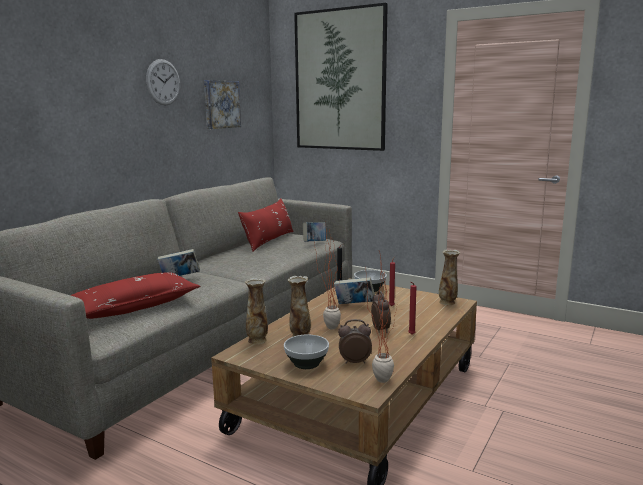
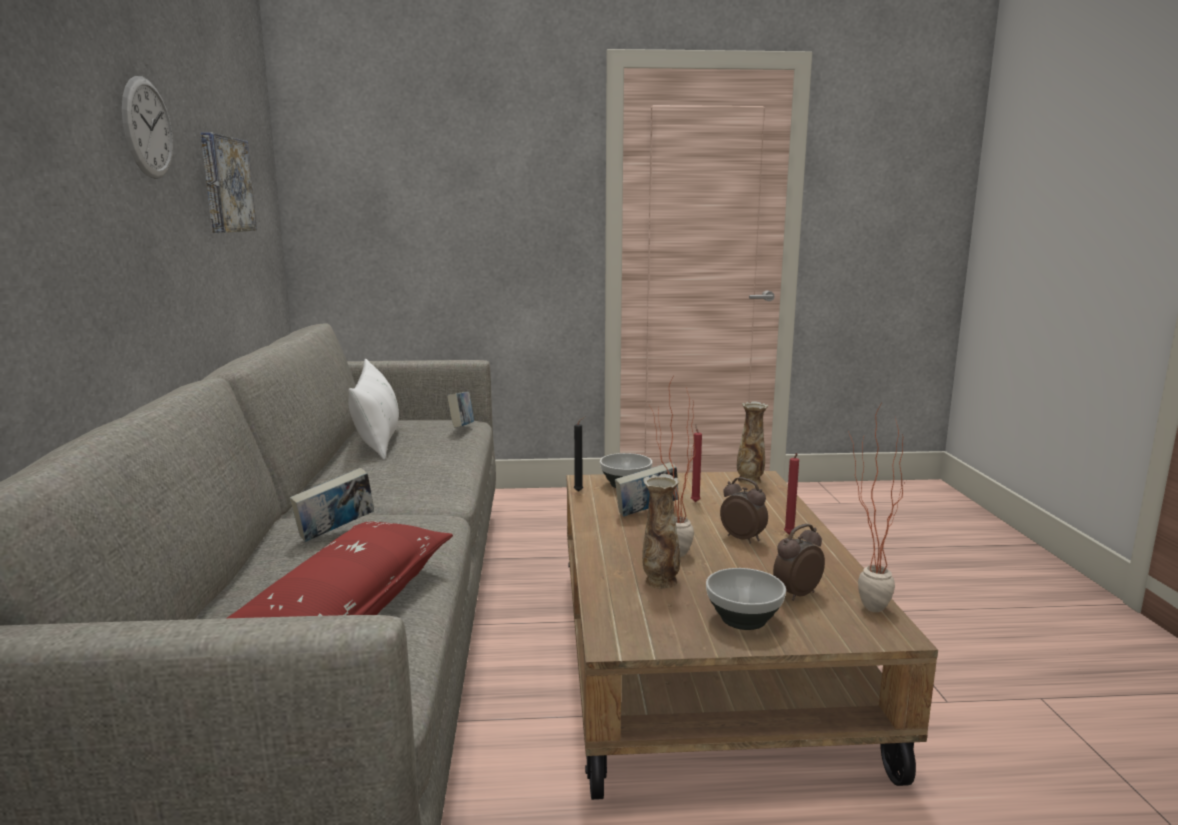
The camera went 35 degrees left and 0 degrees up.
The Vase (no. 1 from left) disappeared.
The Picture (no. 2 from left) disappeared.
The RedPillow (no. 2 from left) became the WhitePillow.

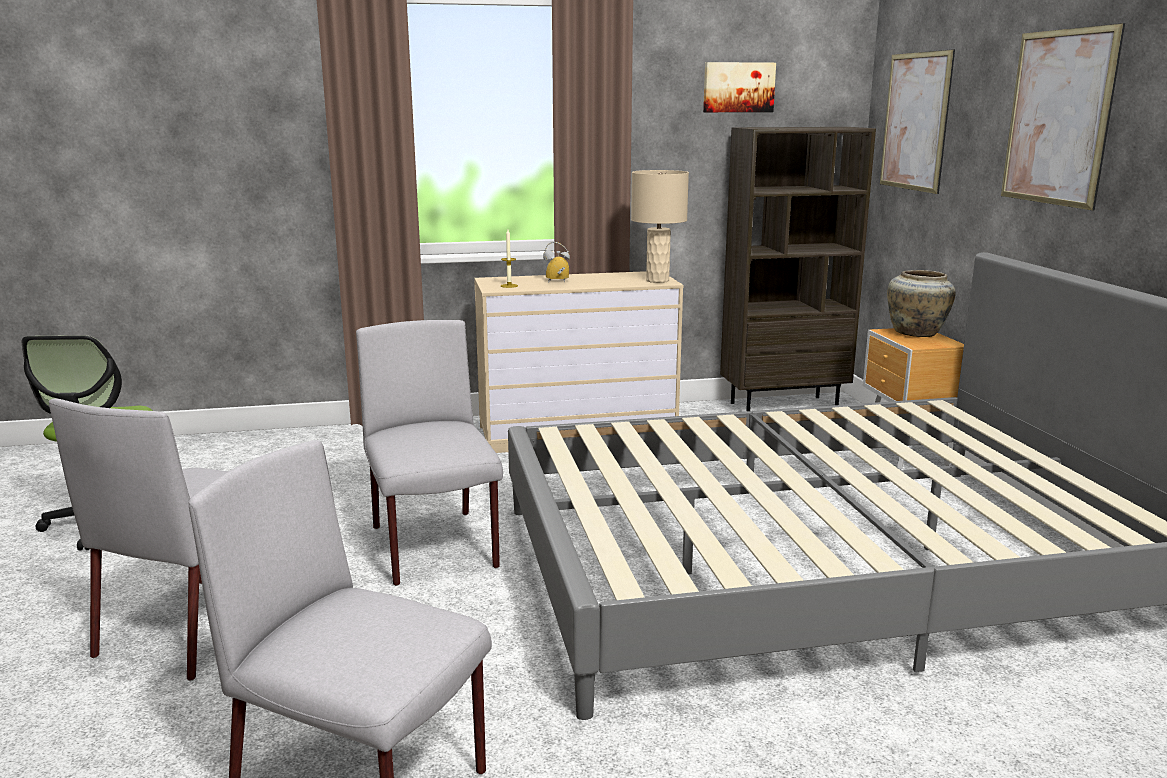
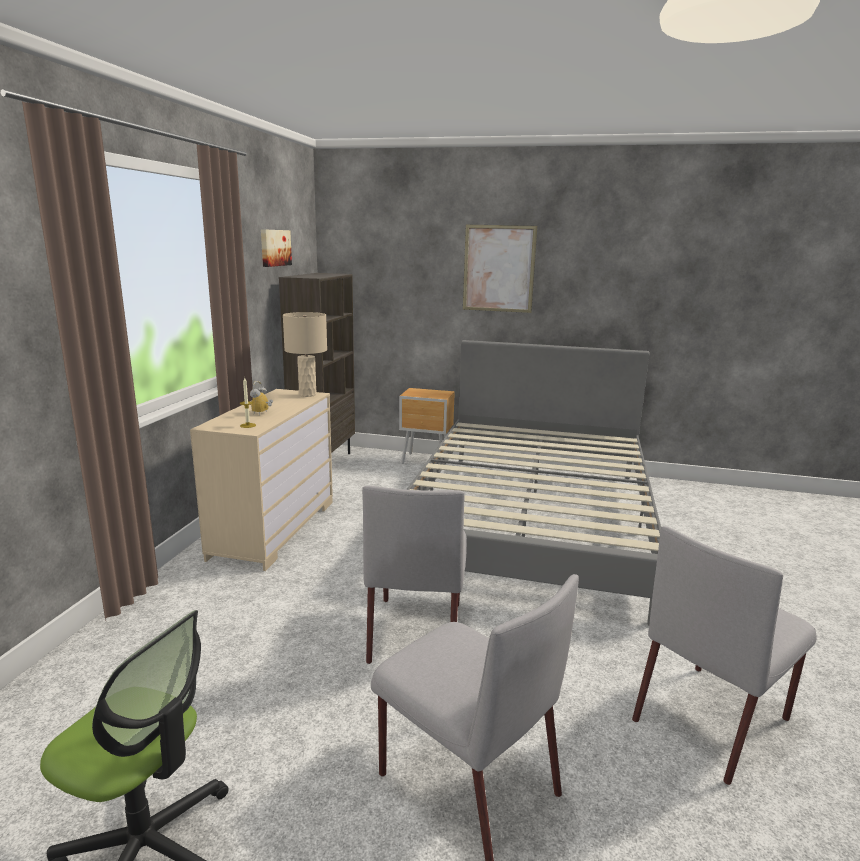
The camera went 65 degrees left and 0 degrees up.
The Picture (no. 2 from left) disappeared.
The BeigeVase disappeared.
The GreyChair (no. 3 from left in the first image) turned 90 degrees counterclockwise.

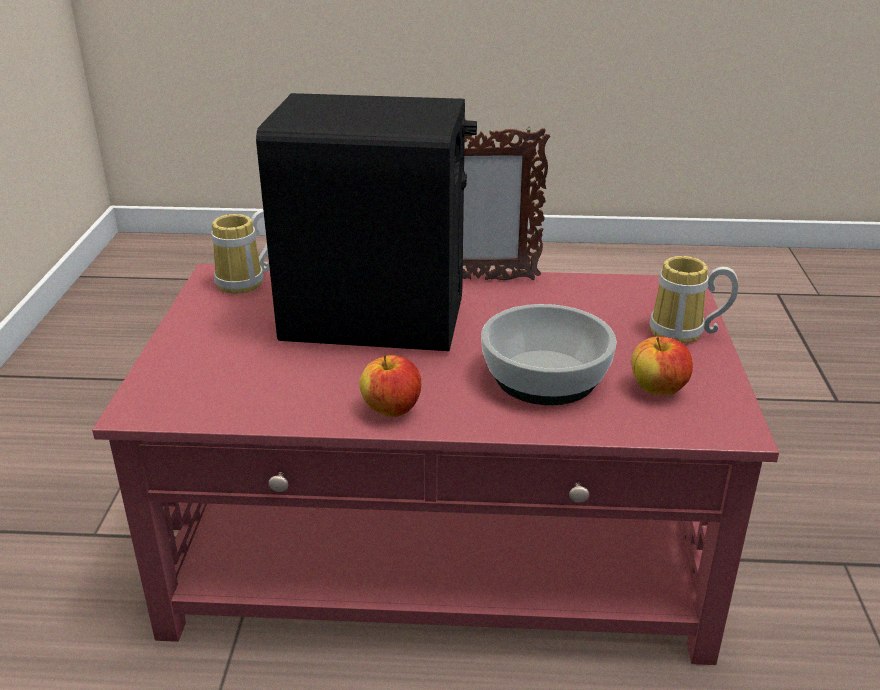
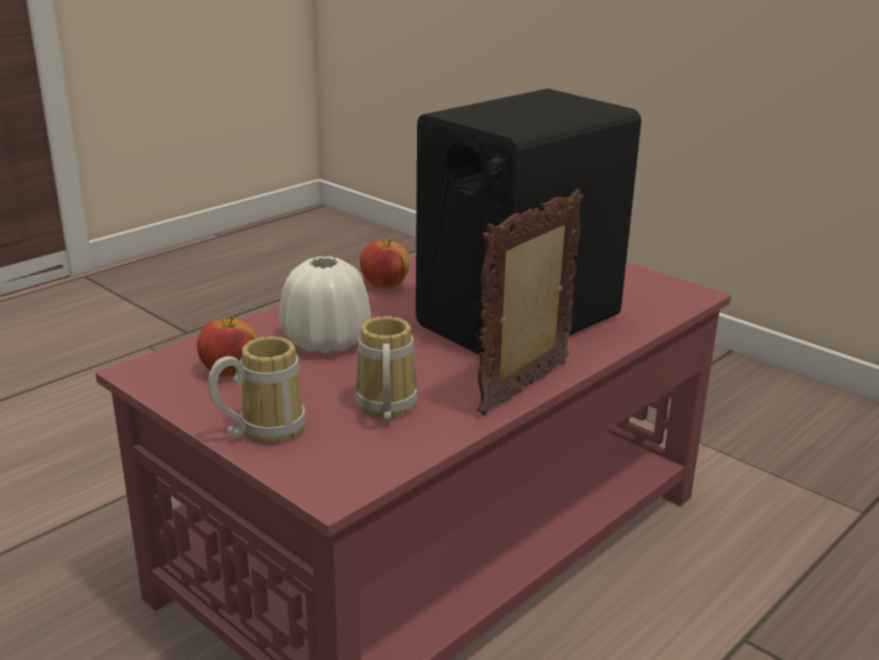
The camera went 130 degrees right and 5 degrees down.
The Mug (no. 1 from left in the first image) moved.
The Bowl was replaced by the WhiteVase.

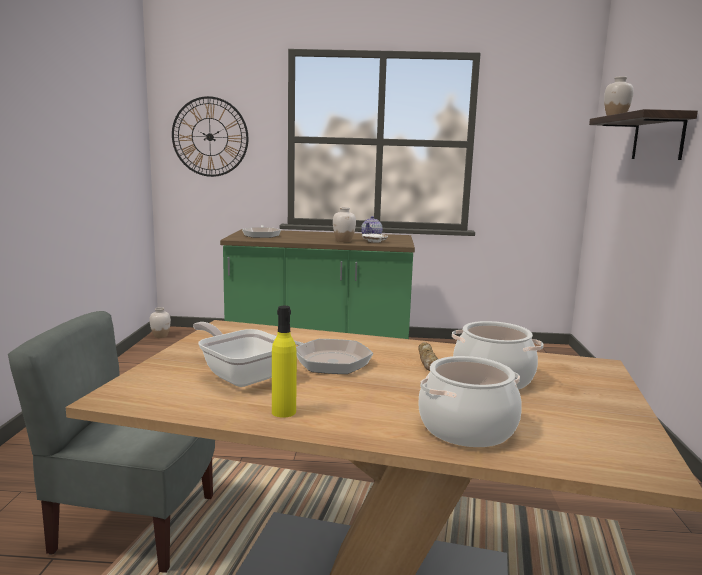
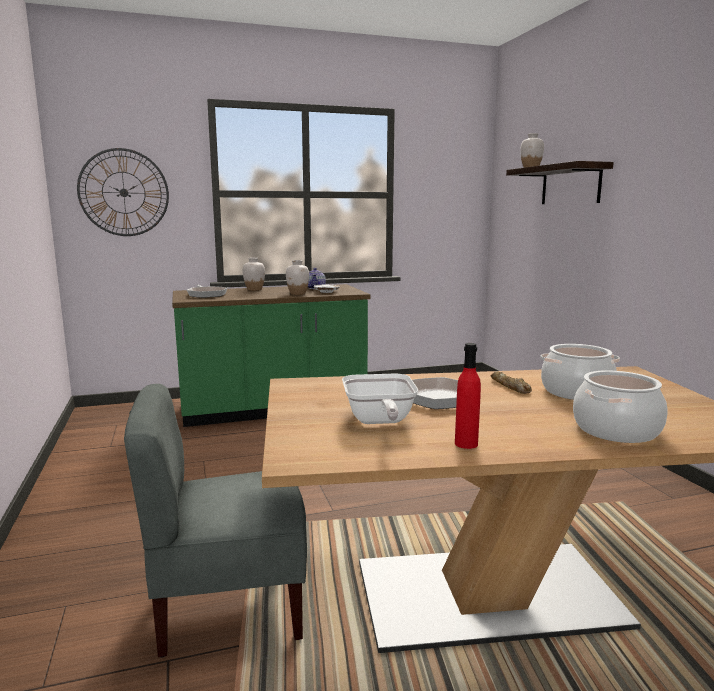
The camera went 20 degrees left and 0 degrees up.
The WhiteVase (no. 1 from left) moved.
The YellowBottle became the RedBottle.
The FryingPan (no. 1 from left in the first image) turned 120 degrees counterclockwise.

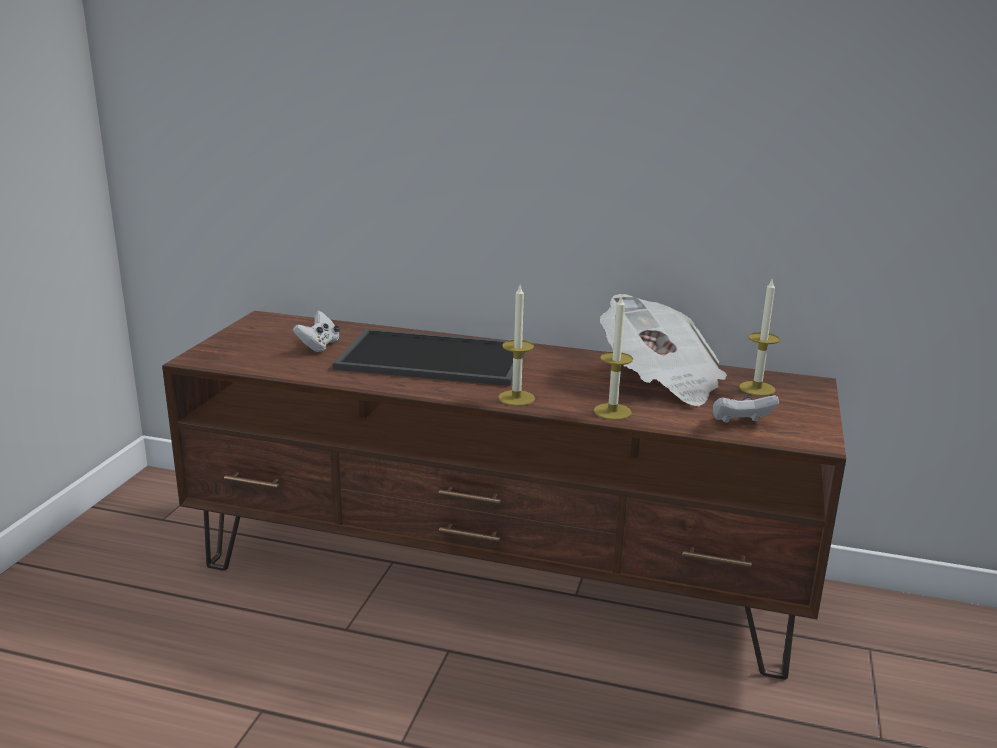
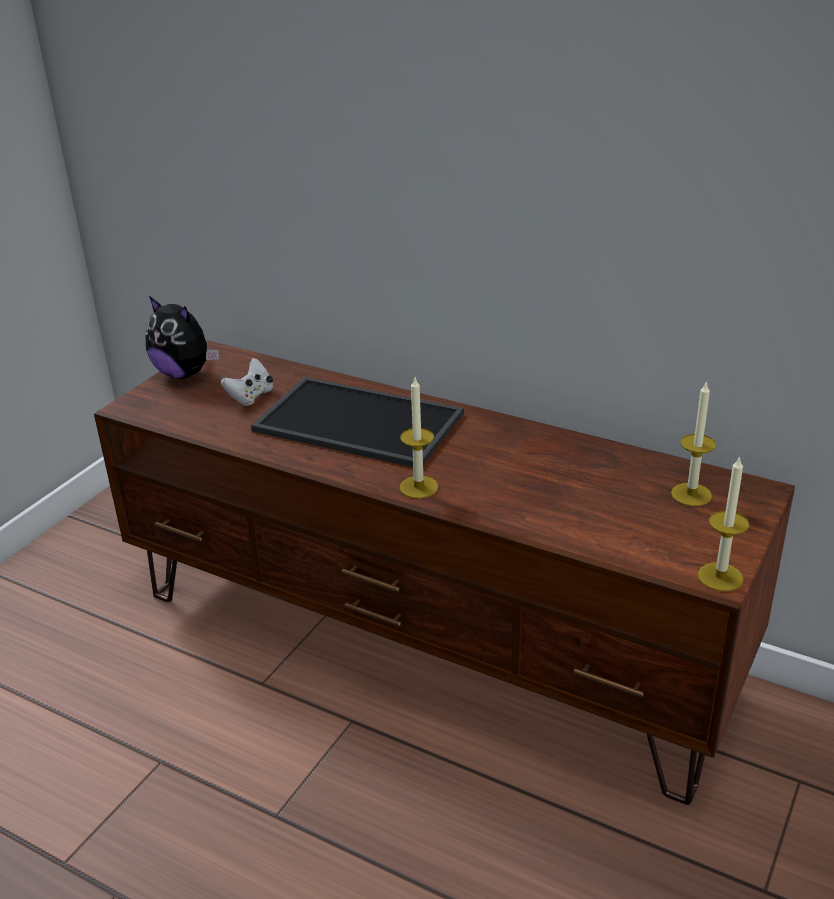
The camera went 15 degrees right and 10 degrees up.
The Newspaper disappeared.
The WhiteGameController (no. 2 from left) disappeared.
The PlushToy appeared.
The Candle (no. 2 from left in the first image) moved.

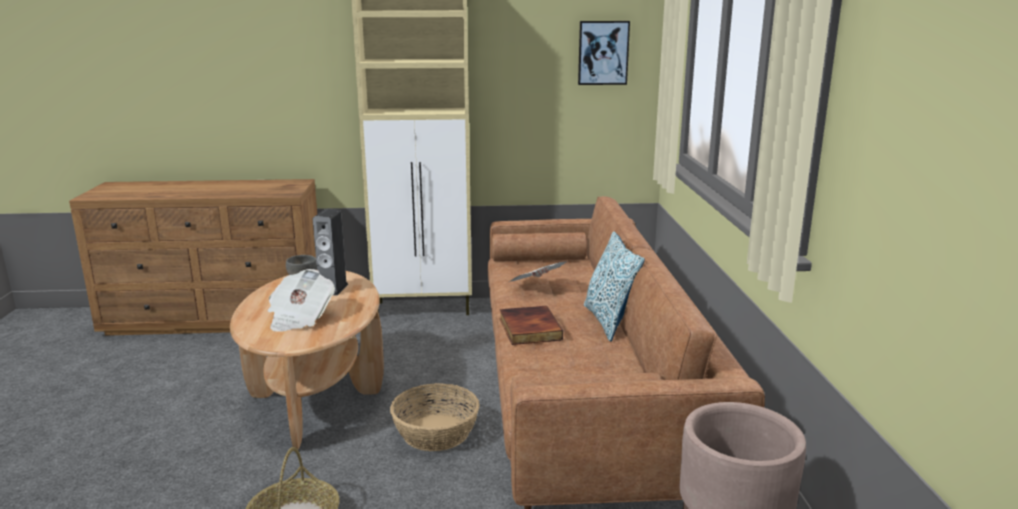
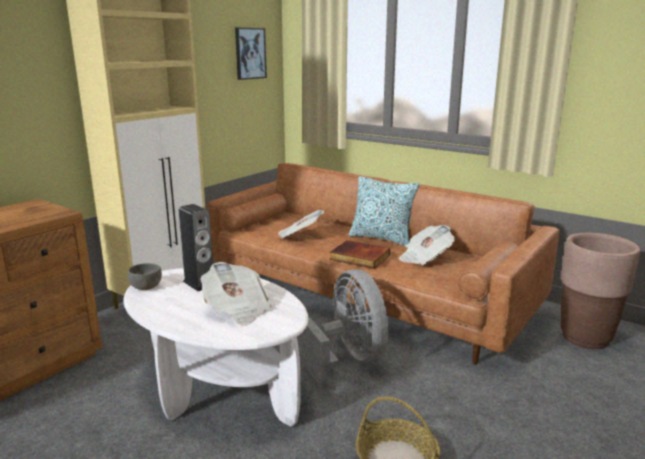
The camera went 50 degrees left and 0 degrees up.
The Newspaper (no. 3 from left) appeared.
The Basket (no. 2 from left) was replaced by the GreyFan.
The BrownCoffeeTable became the WhiteCoffeeTable.

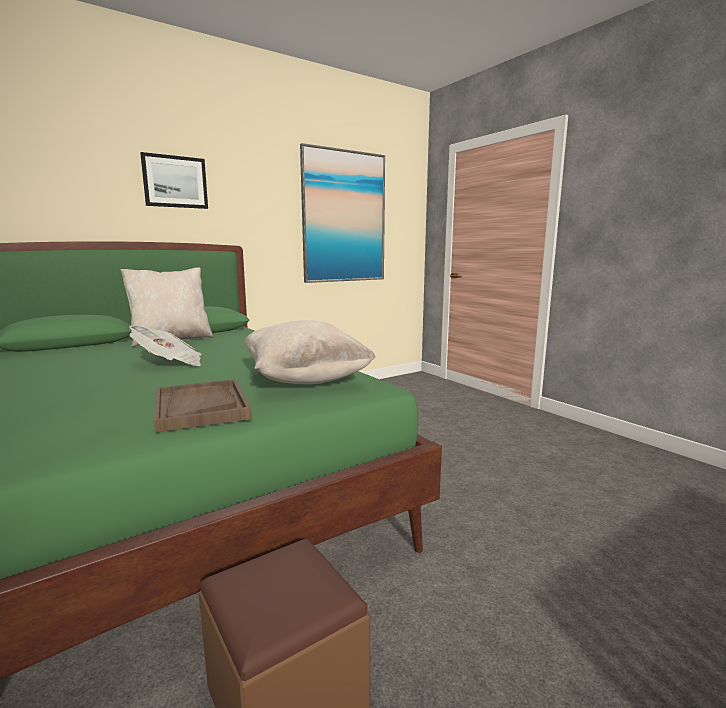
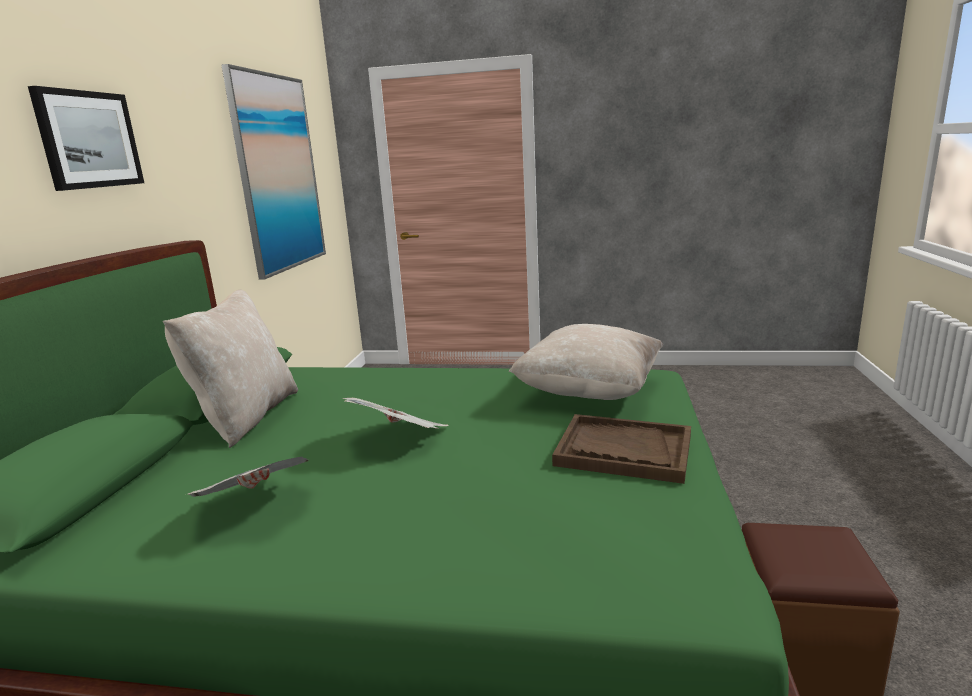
The camera went 45 degrees left and 5 degrees up.
The Newspaper (no. 1 from left) appeared.

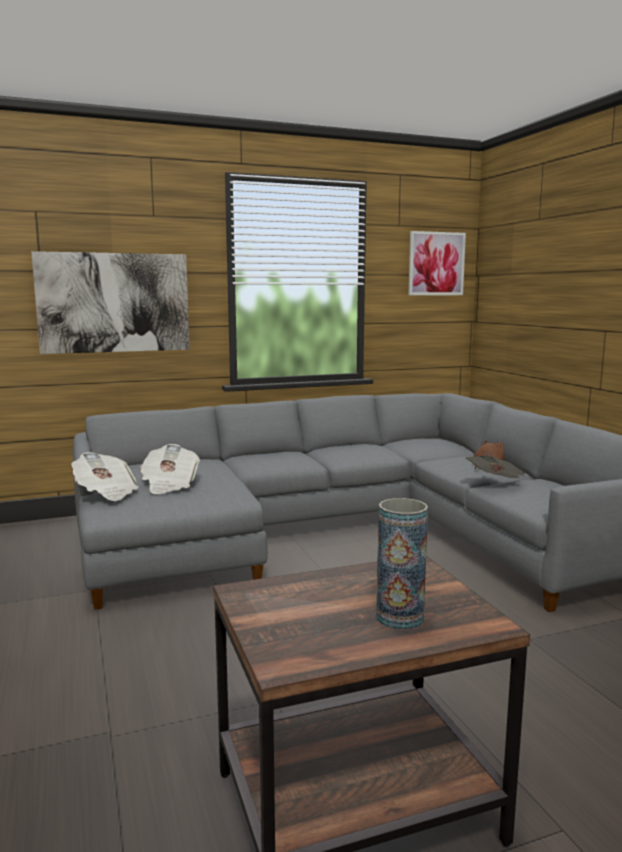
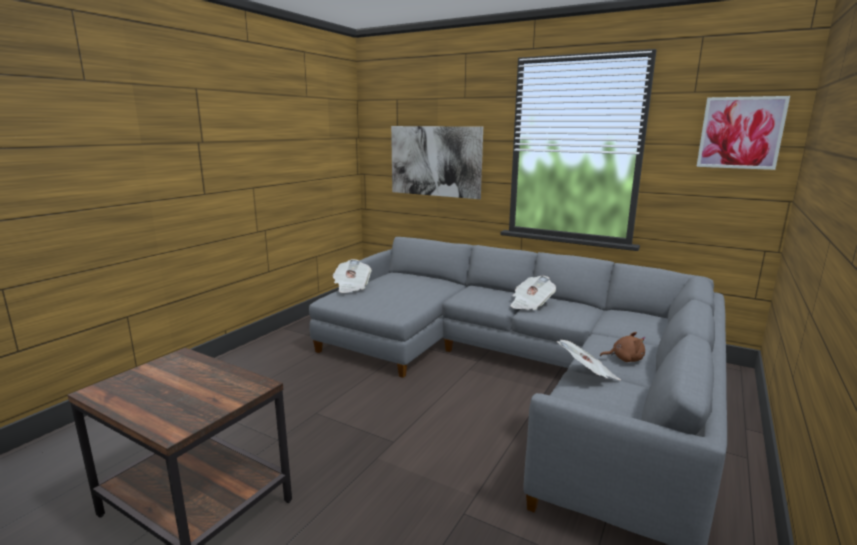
The camera went 50 degrees right and 5 degrees up.
The Vase disappeared.
The Newspaper (no. 2 from left) moved.

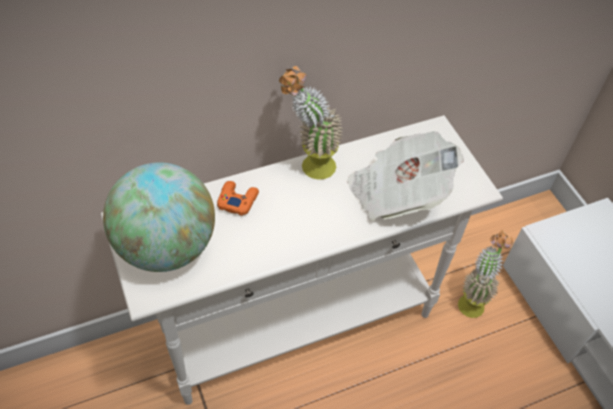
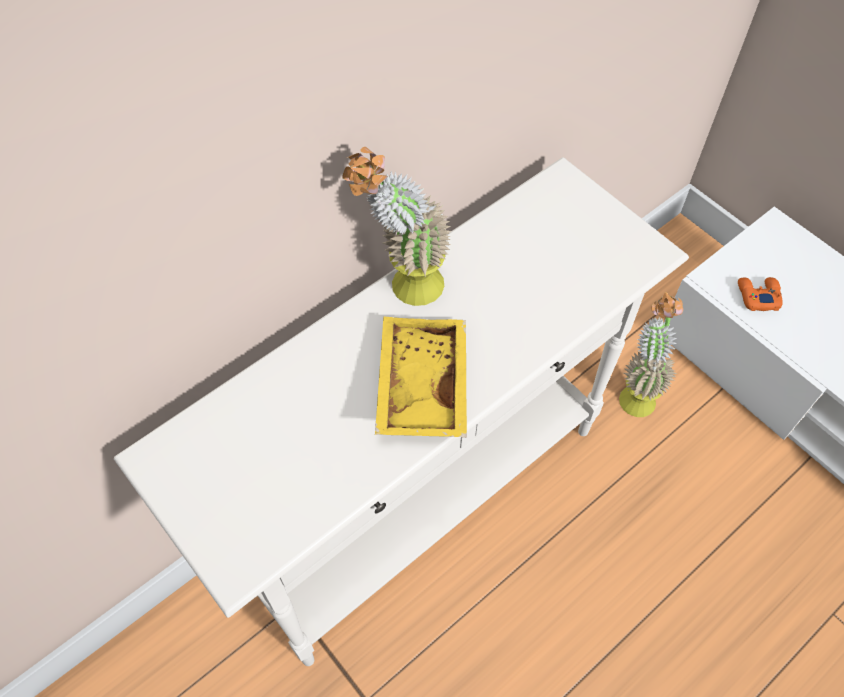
The camera went 15 degrees left and 5 degrees up.
The Globe disappeared.
The Newspaper disappeared.
The YellowTray appeared.
The OrangeGameController moved.

